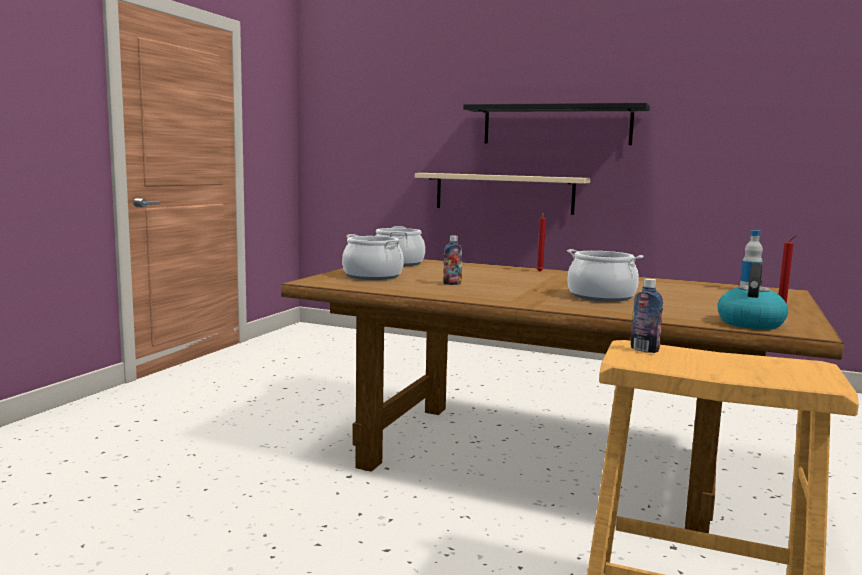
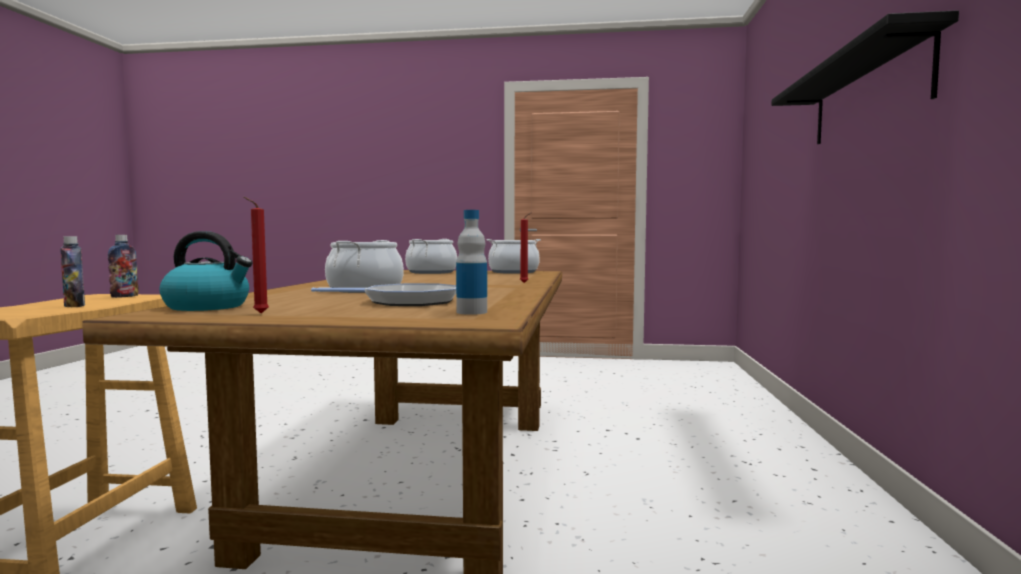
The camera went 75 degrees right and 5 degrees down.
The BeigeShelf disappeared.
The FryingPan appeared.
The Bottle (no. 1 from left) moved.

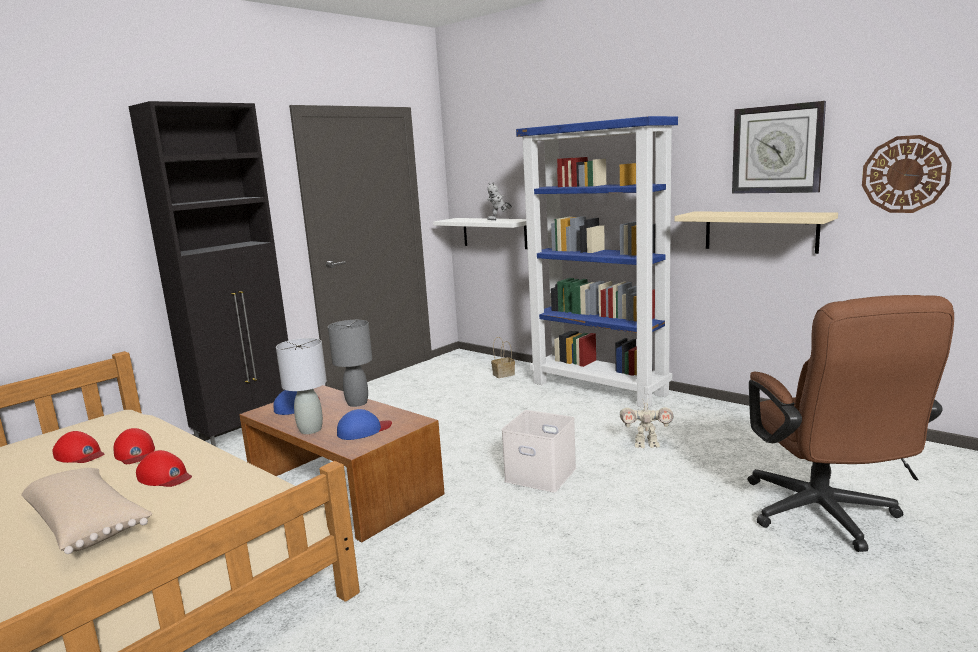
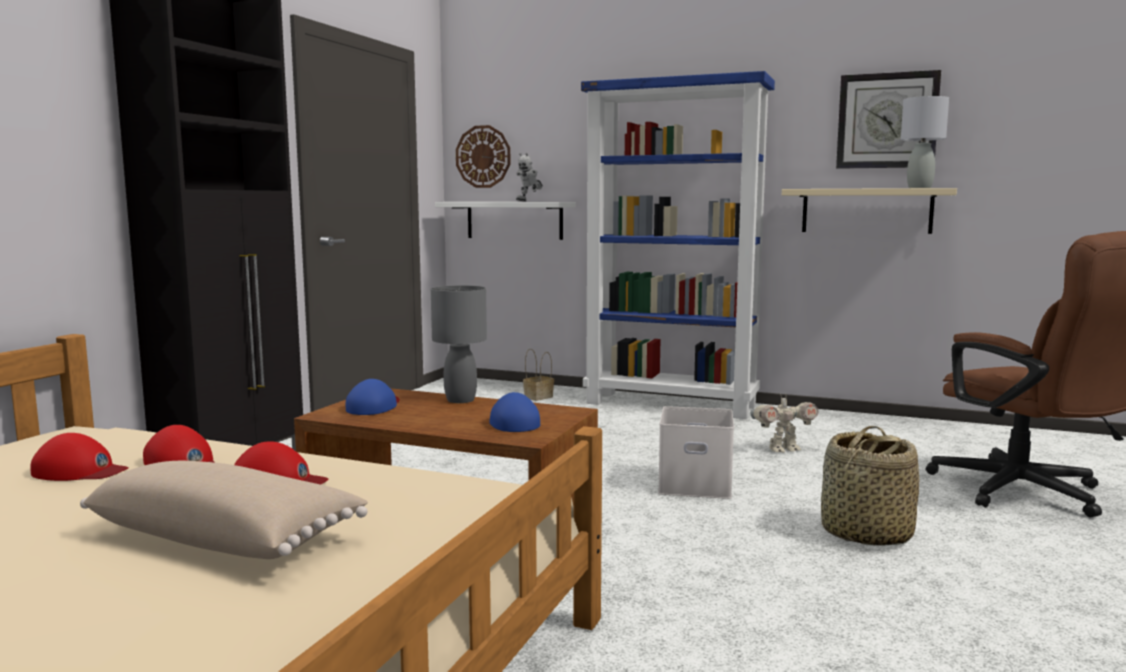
The camera went 20 degrees left and 5 degrees down.
The Basket (no. 2 from left) appeared.
The GreyTableLamp (no. 1 from left in the first image) moved.
The WallClock (no. 2 from left in the first image) moved.
The BlueCap (no. 2 from left) turned 60 degrees counterclockwise.

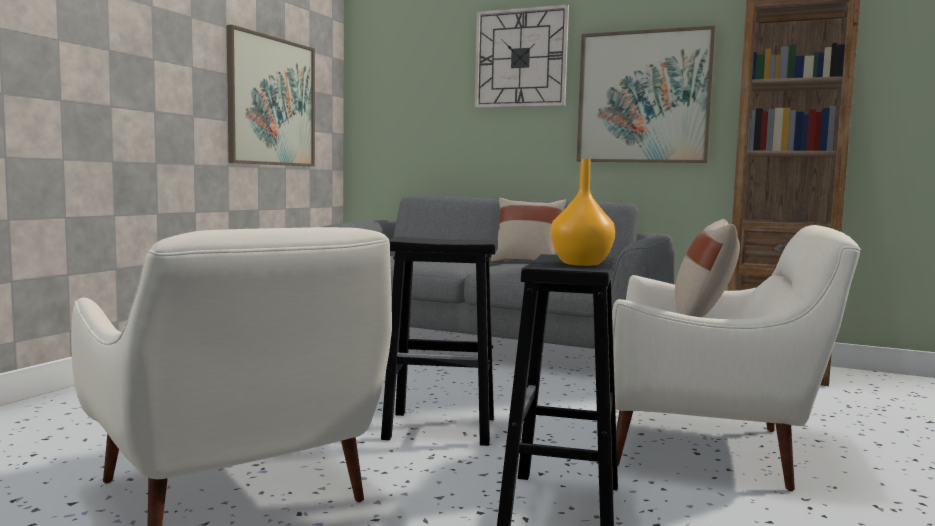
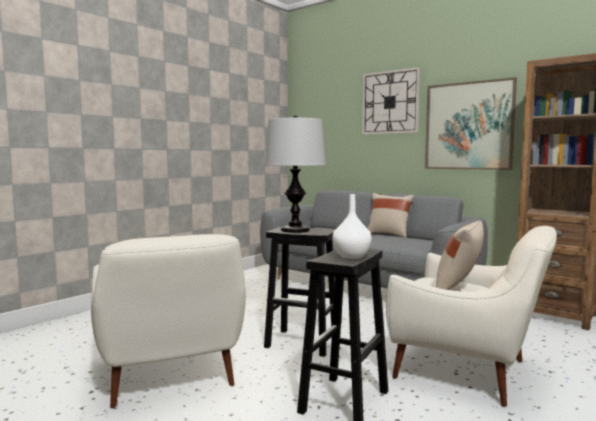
The camera went 15 degrees right and 0 degrees up.
The Picture (no. 1 from left) disappeared.
The TableLamp appeared.
The OrangeVase became the WhiteVase.

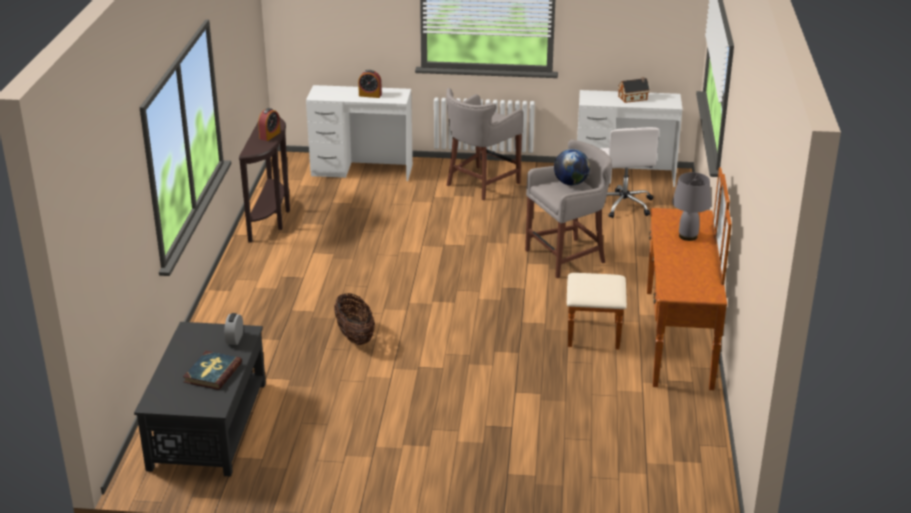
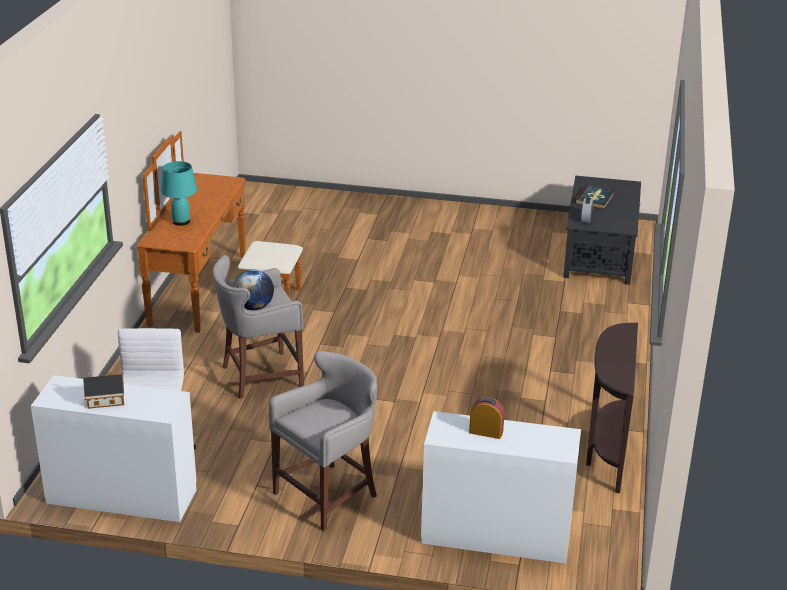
The camera went 175 degrees left and 0 degrees up.
The AlarmClock (no. 2 from left) disappeared.
The Basket disappeared.
The GreyTableLamp became the TurquoiseTableLamp.

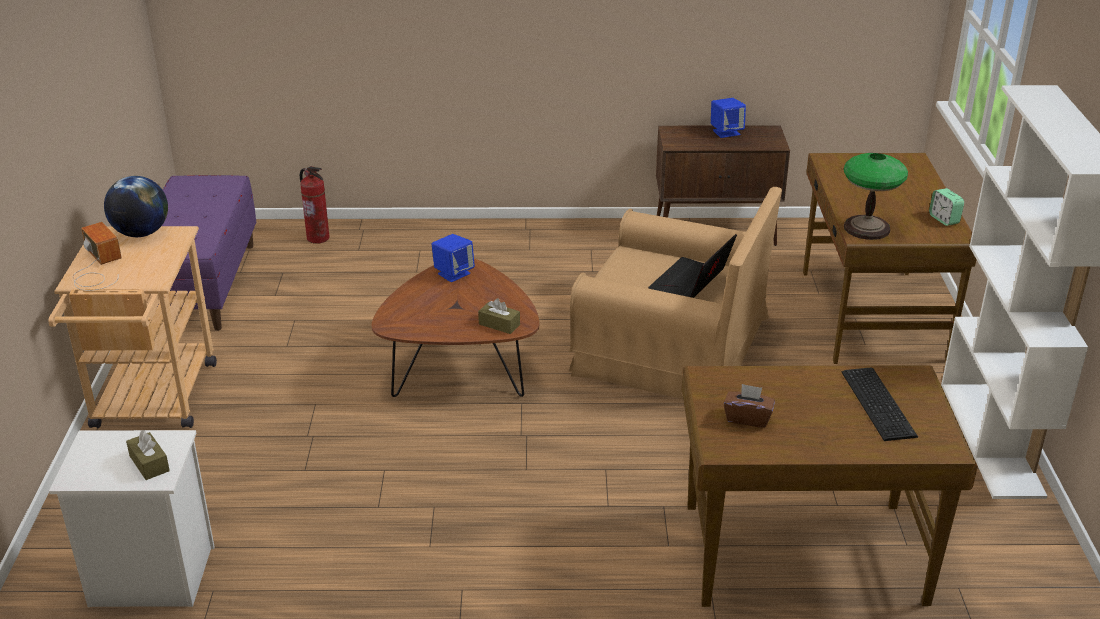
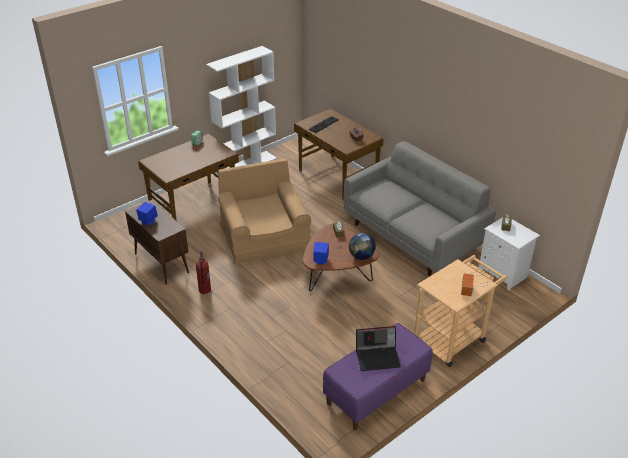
The camera went 130 degrees left and 5 degrees up.
The TableLamp disappeared.
The GreySofa appeared.
The Globe moved.
The FireExtinguisher moved.
The Laptop moved.

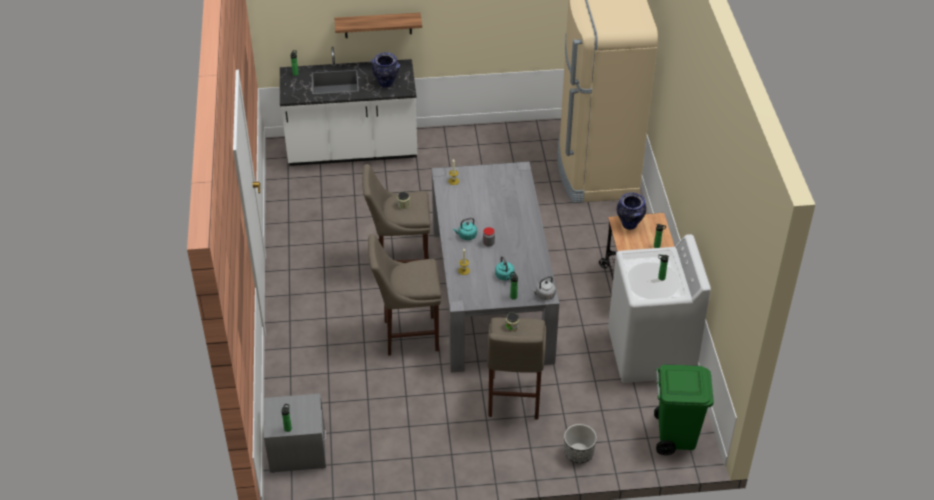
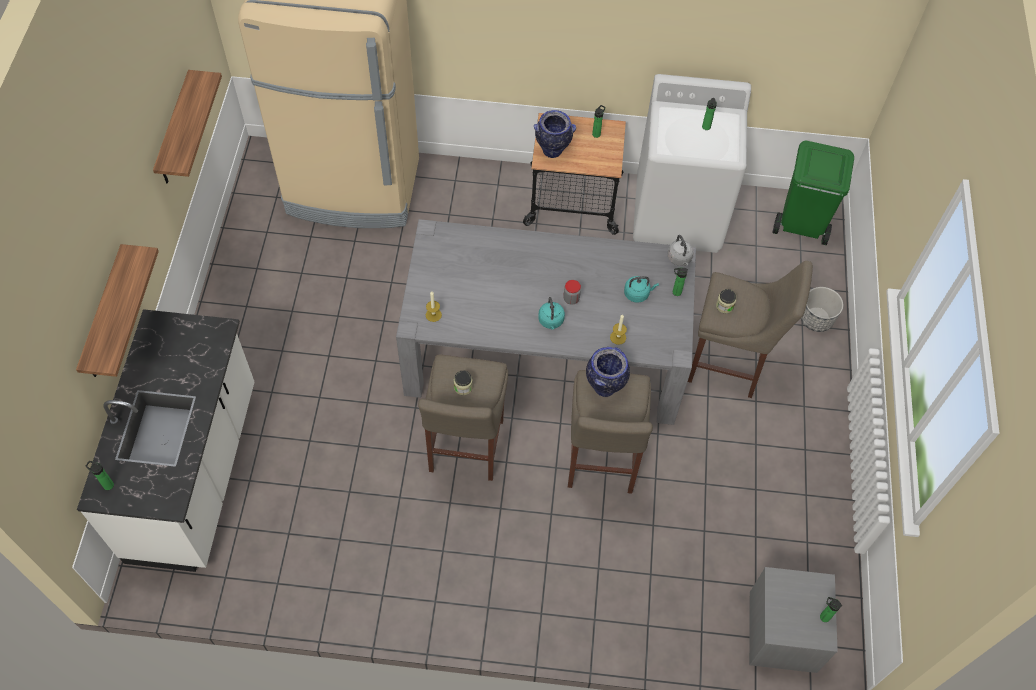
The camera went 80 degrees left and 15 degrees up.
The Shelf (no. 2 from left) appeared.
The Vase (no. 1 from left in the first image) moved.

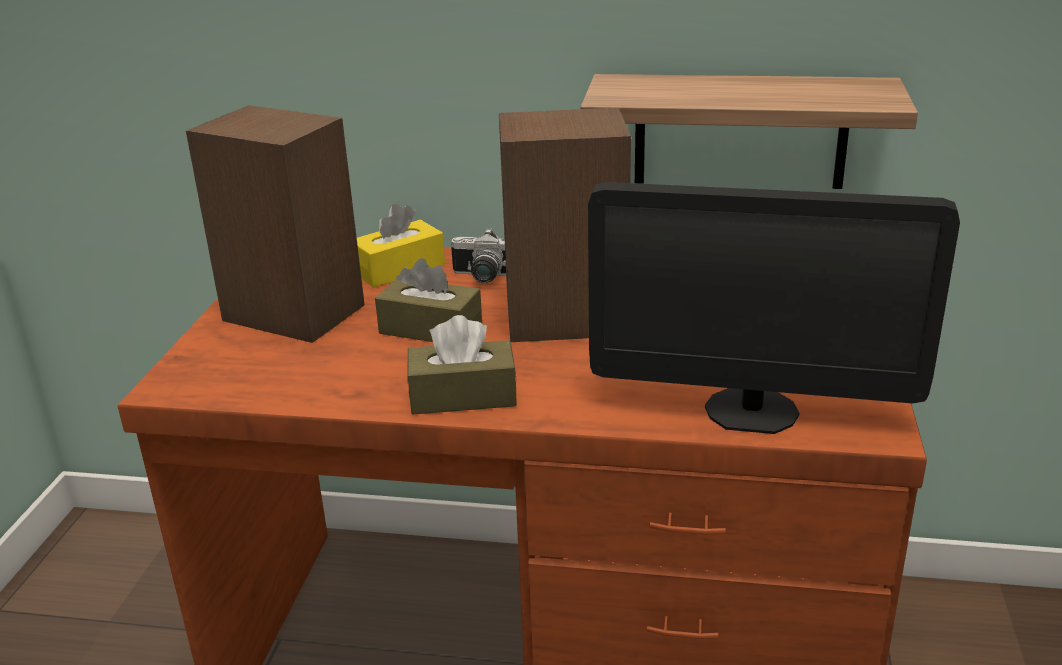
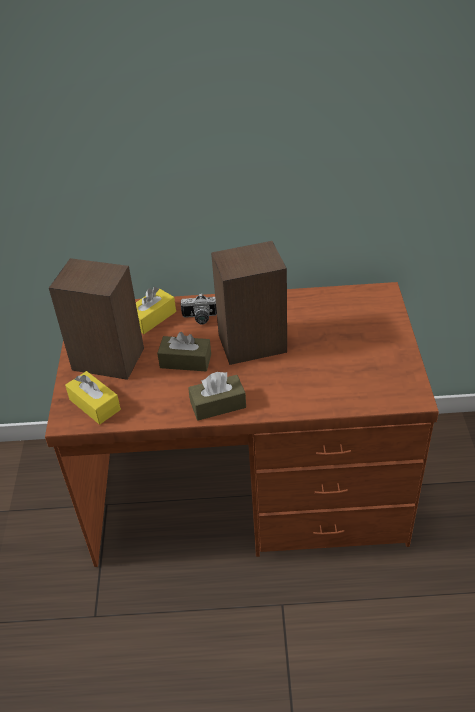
The camera went 10 degrees left and 15 degrees up.
The Shelf disappeared.
The Monitor disappeared.
The YellowTissueBox (no. 1 from left) appeared.

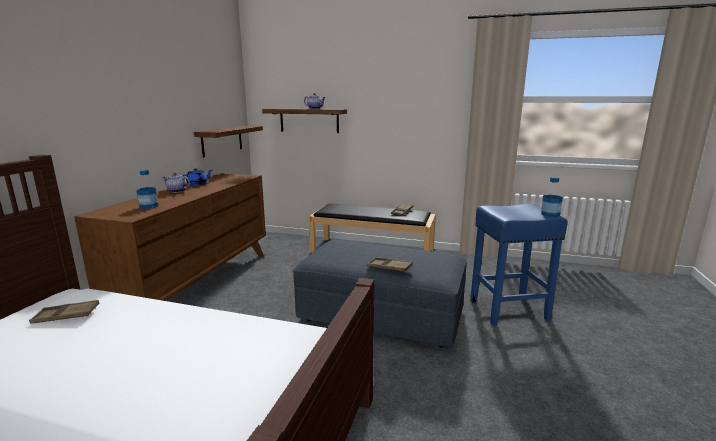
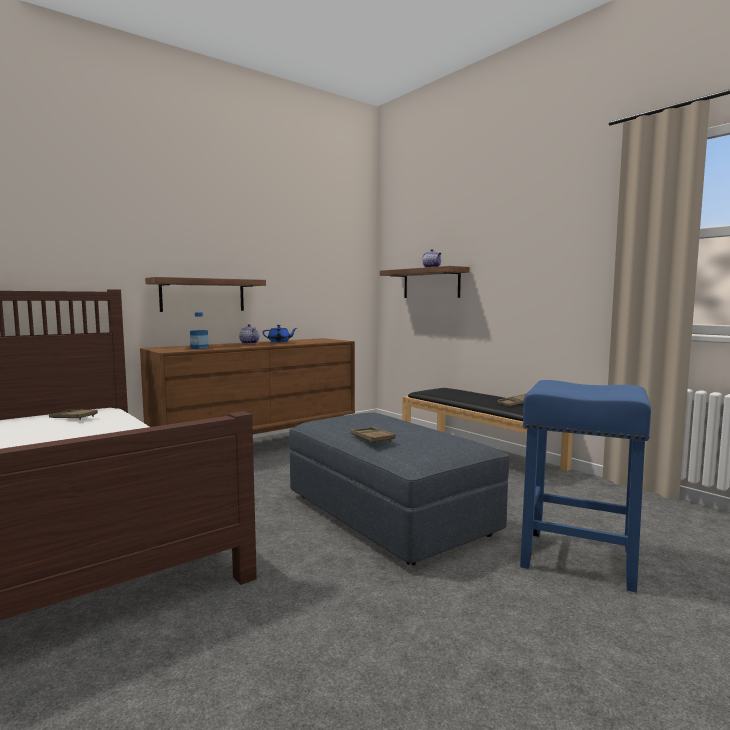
The camera went 35 degrees right and 10 degrees down.
The Bottle (no. 2 from left) disappeared.
The Shelf (no. 1 from left) moved.

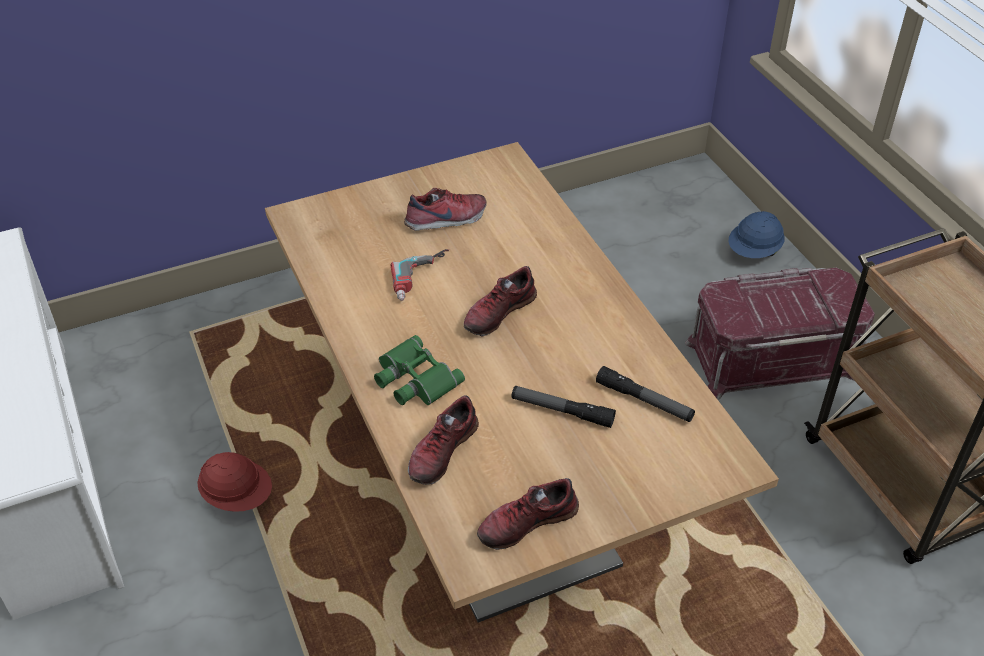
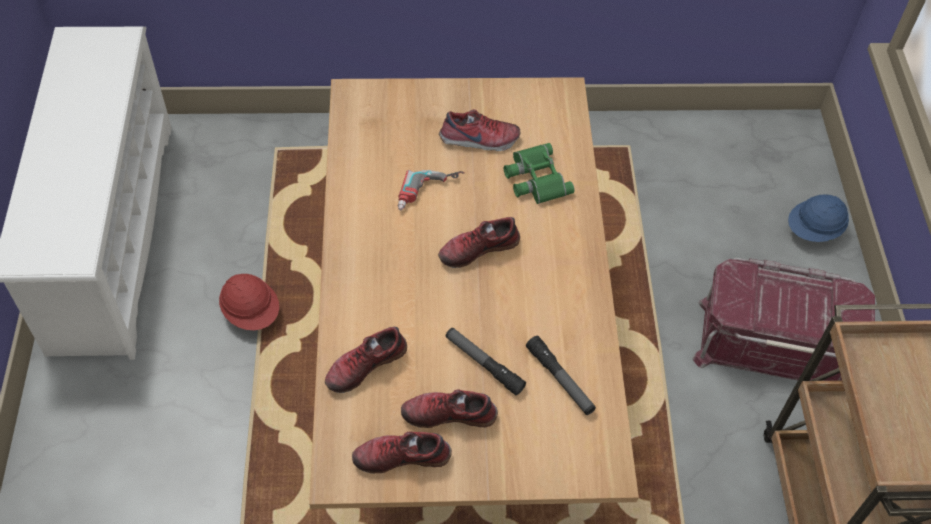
The camera went 20 degrees right and 10 degrees up.
The Shoe (no. 3 from left) appeared.
The GreenBinoculars moved.

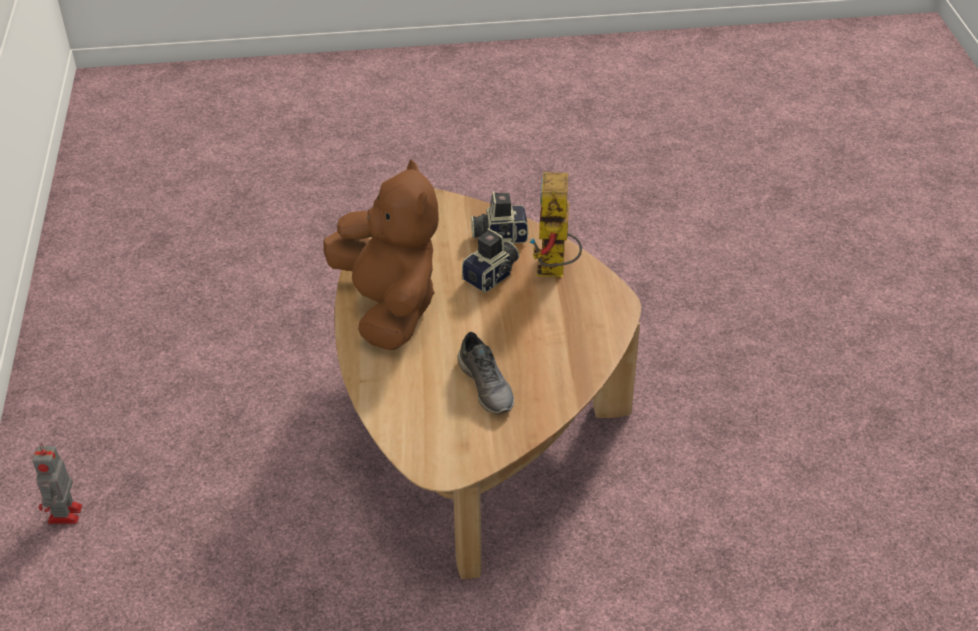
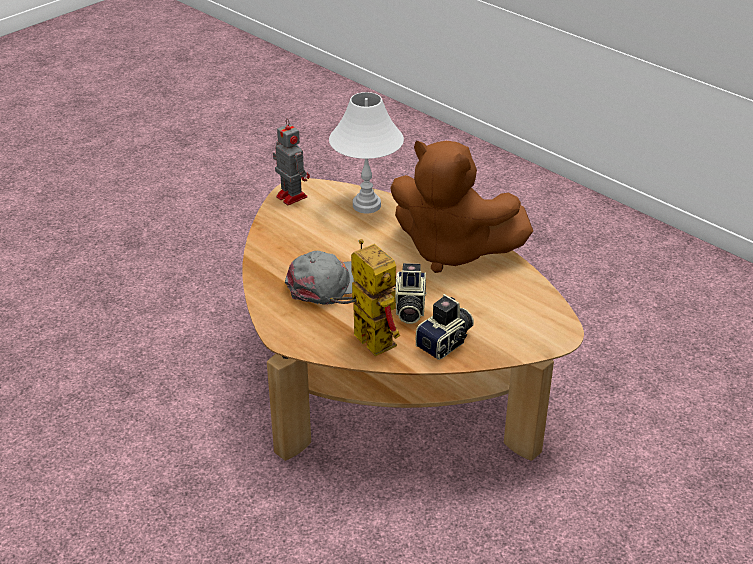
The camera went 140 degrees right and 5 degrees down.
The GreyShoe disappeared.
The GreyCap appeared.
The WhiteTableLamp appeared.
The ToyRobot (no. 1 from left) moved.

